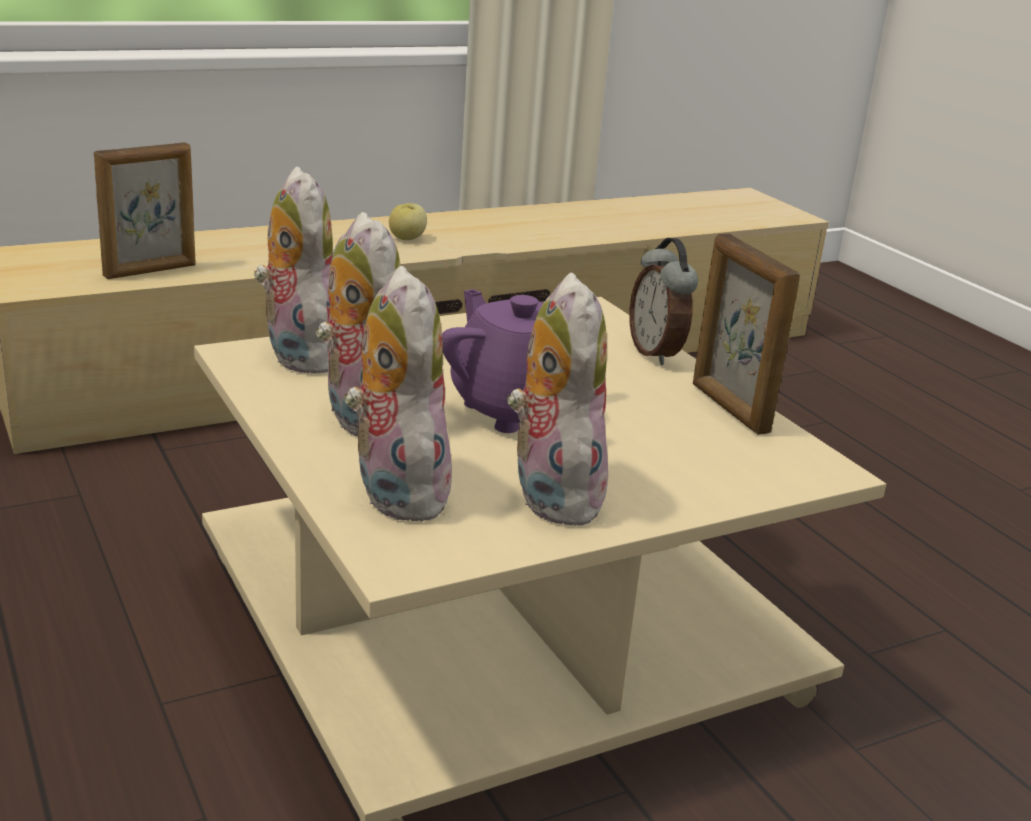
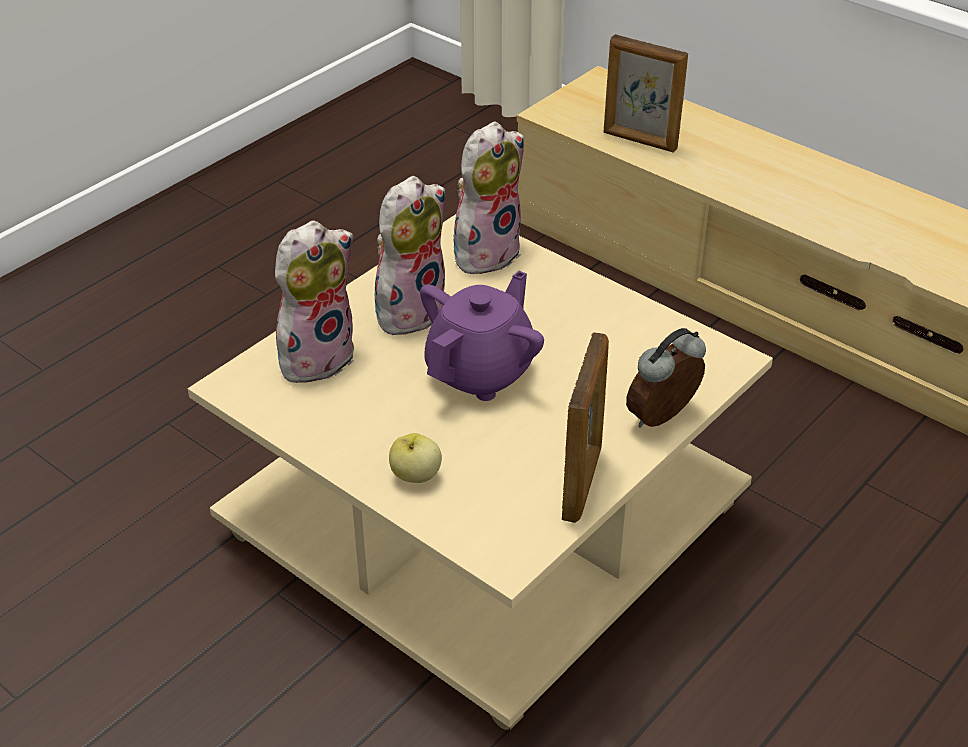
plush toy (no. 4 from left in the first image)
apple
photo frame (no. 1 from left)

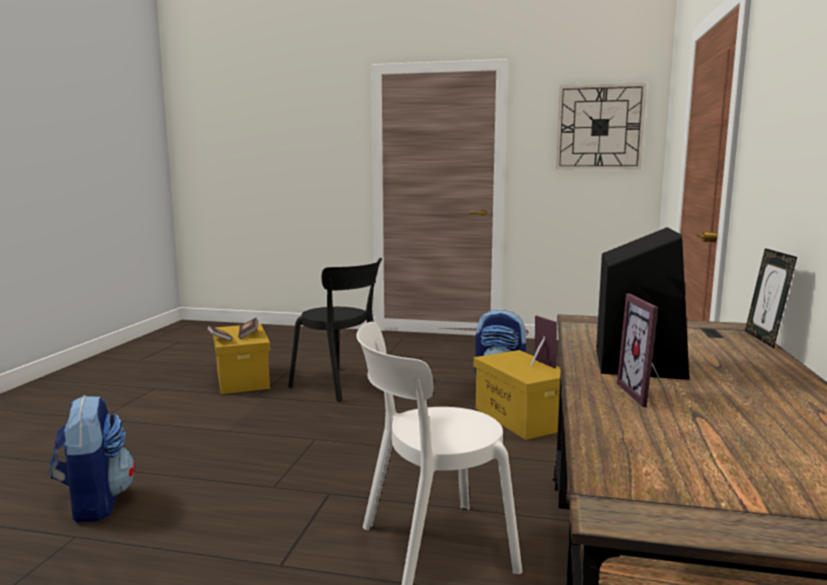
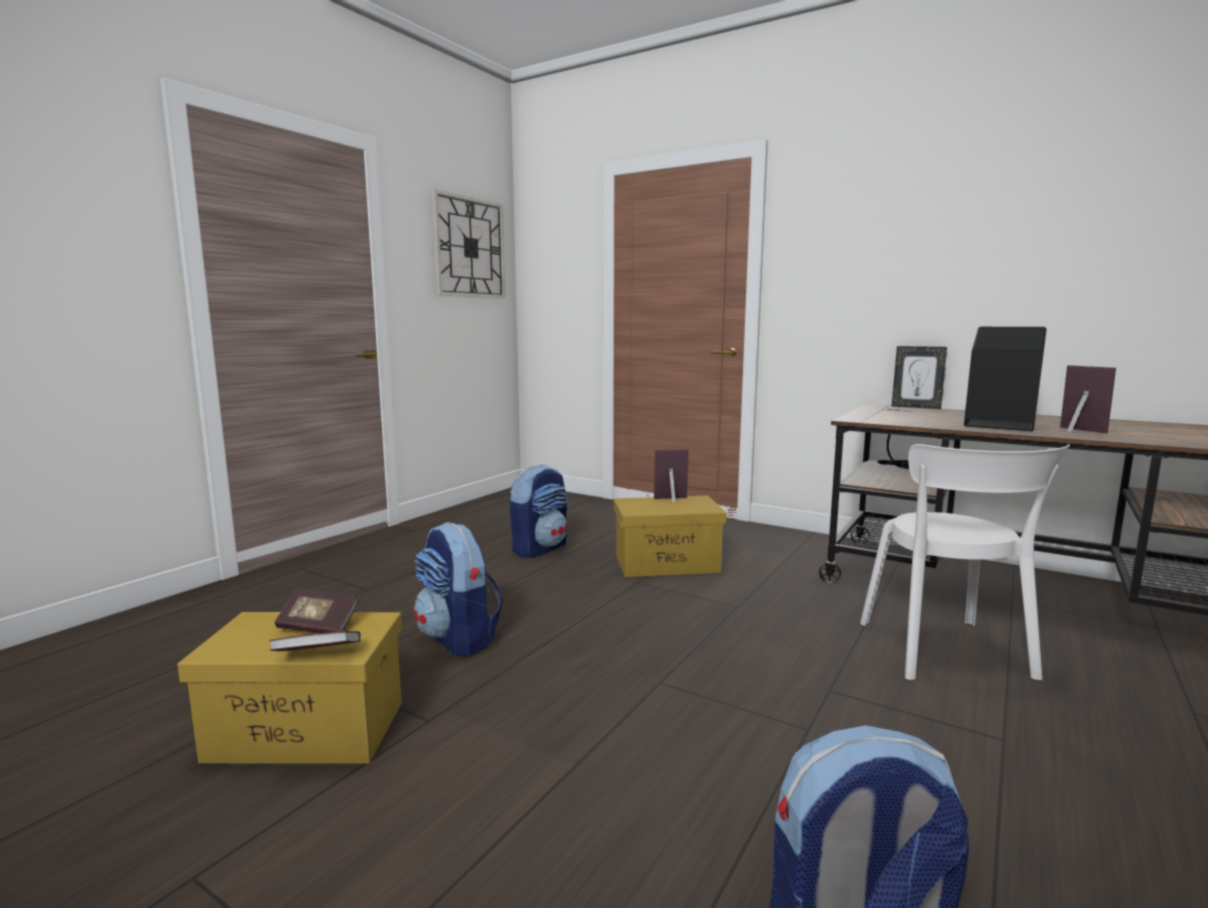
knapsack (no. 1 from left)
photo frame (no. 3 from left)

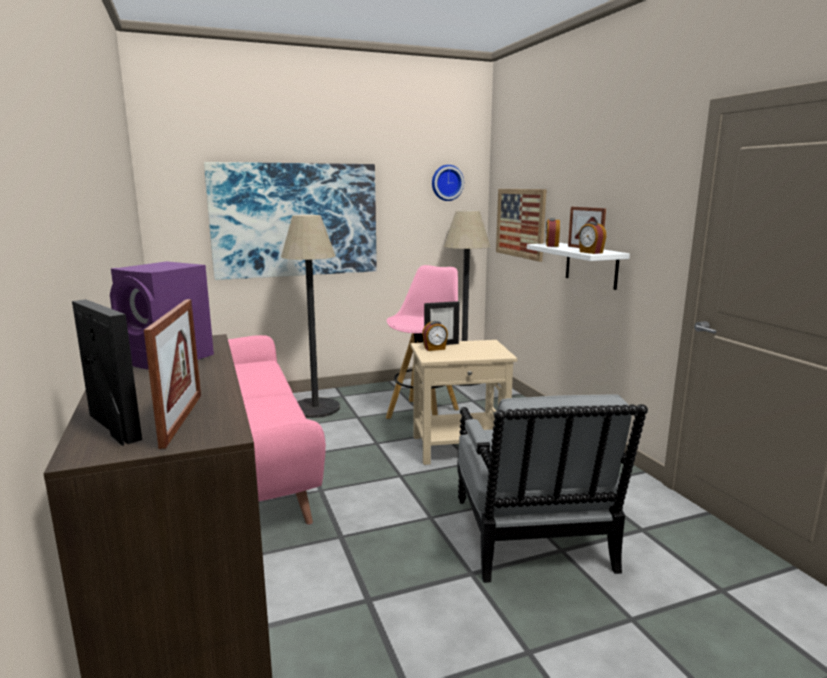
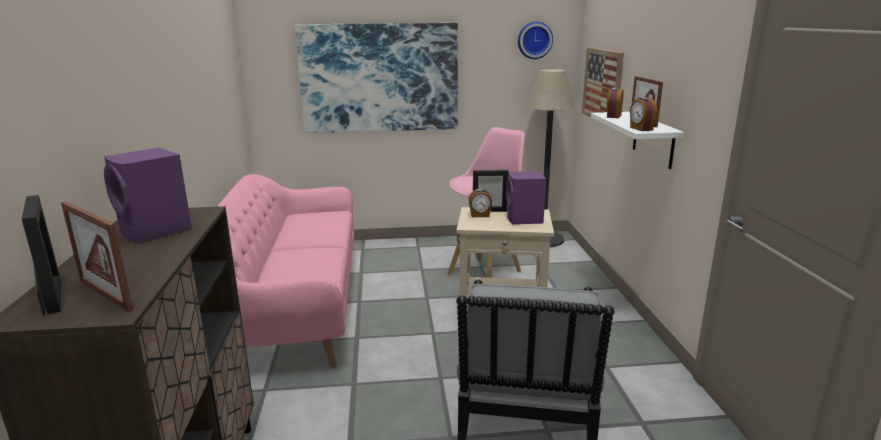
standard lamp (no. 1 from left in the first image)
purple-coloured loudspeaker (no. 2 from left)
photo frame (no. 2 from left)

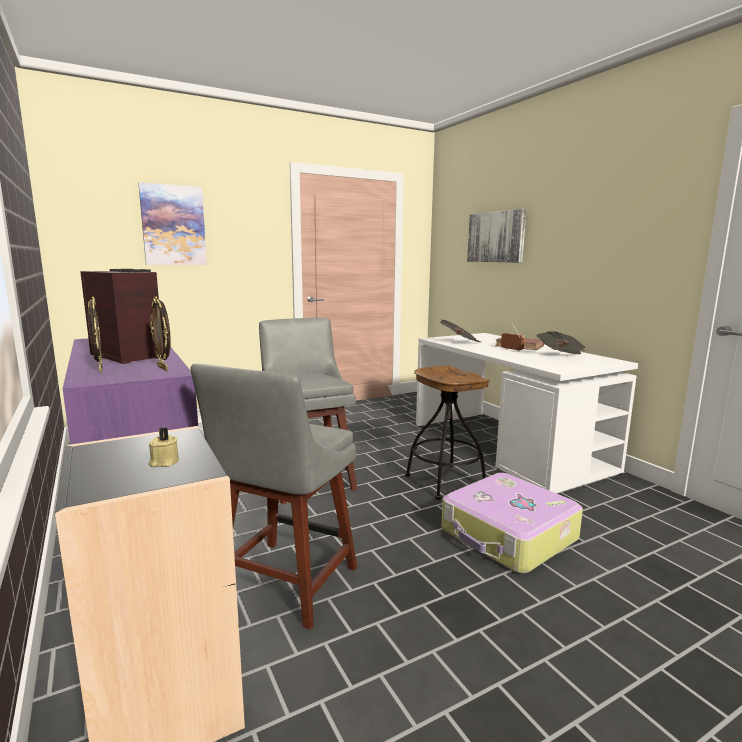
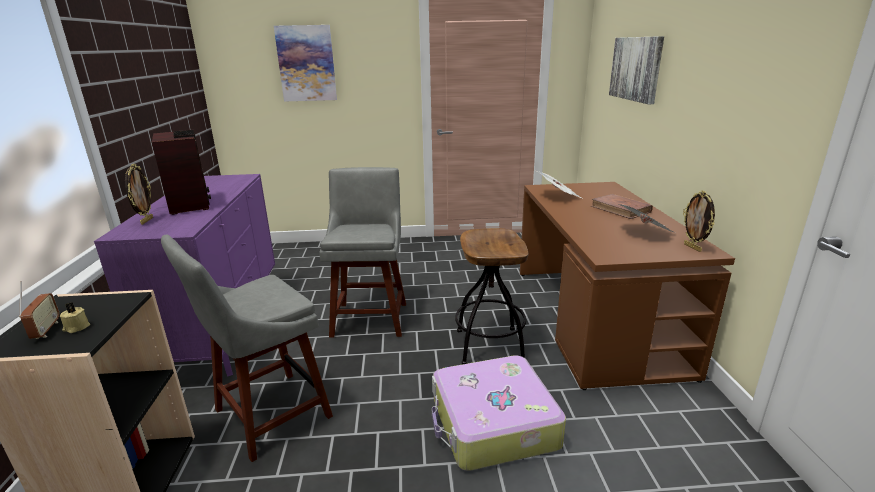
photo frame (no. 2 from left)
radio receiver (no. 1 from left)
brown desk

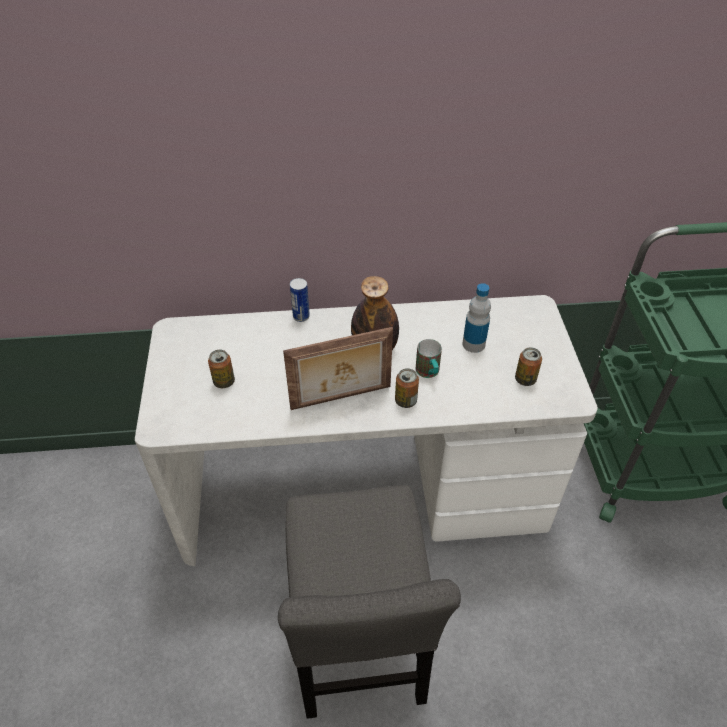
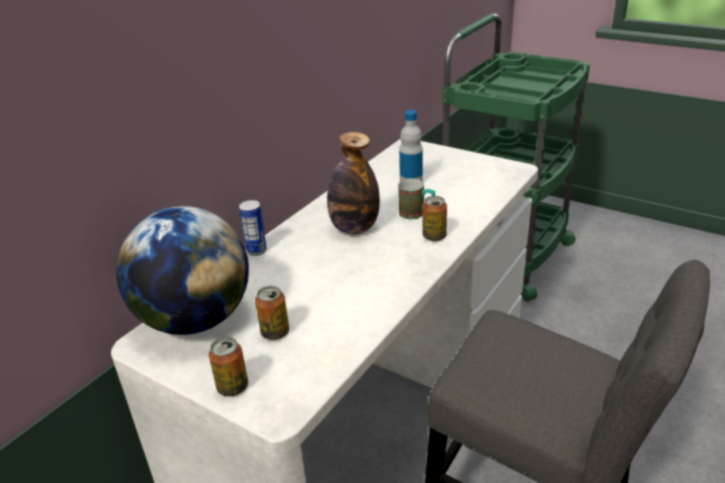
photo frame
world globe
sealed can (no. 1 from left)

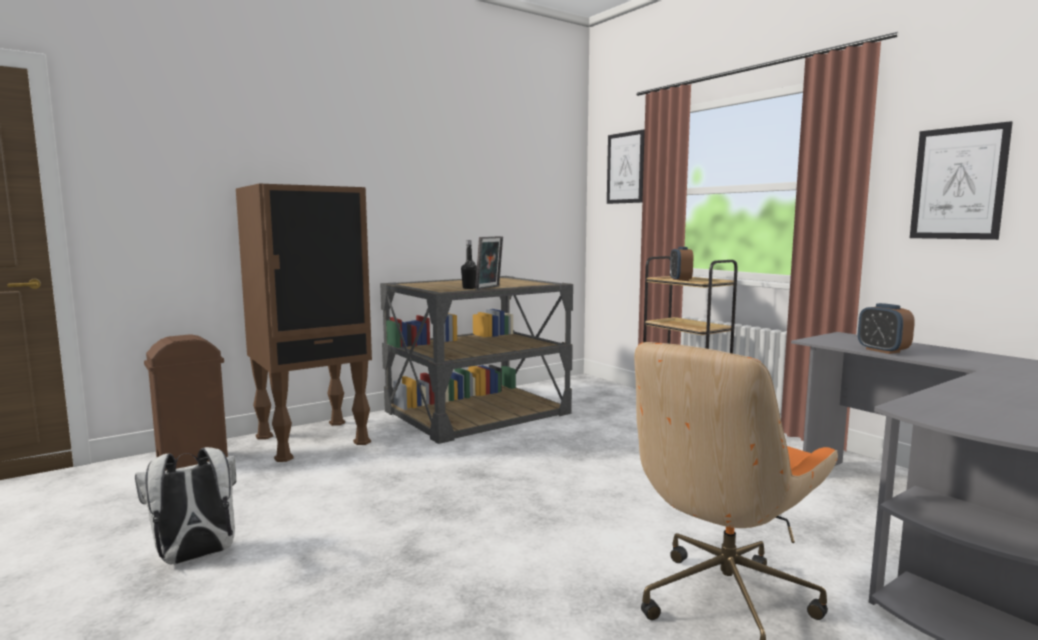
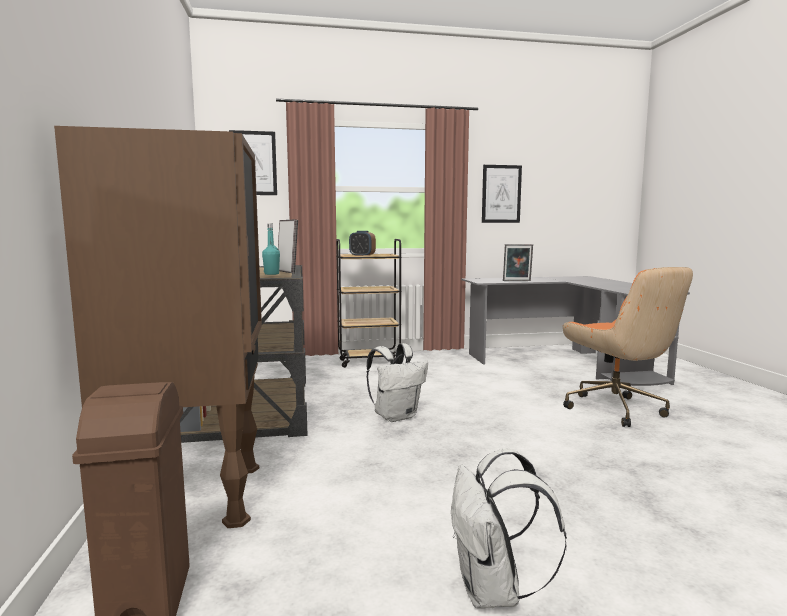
white knapsack (no. 1 from left)
photo frame (no. 2 from left)
turquoise beverage bottle

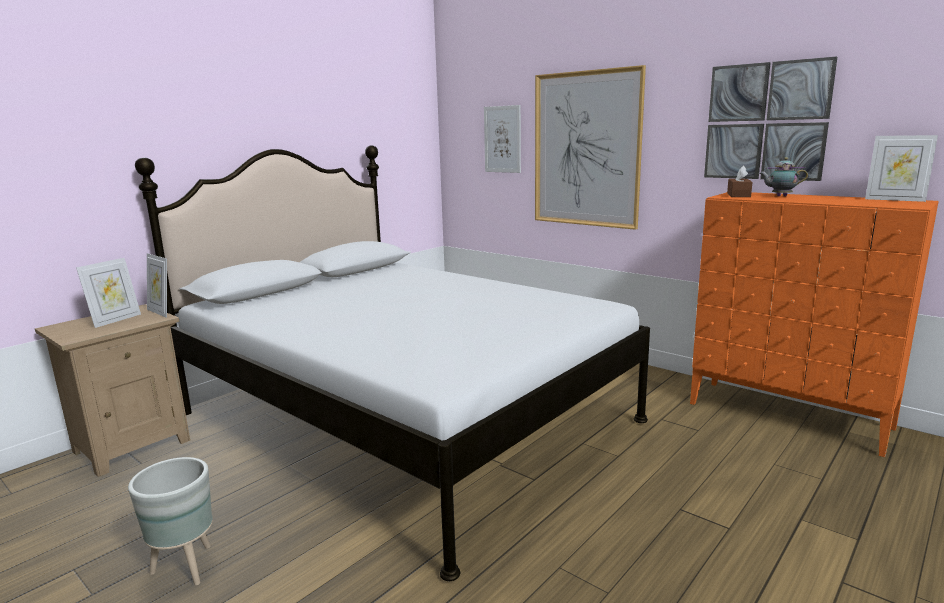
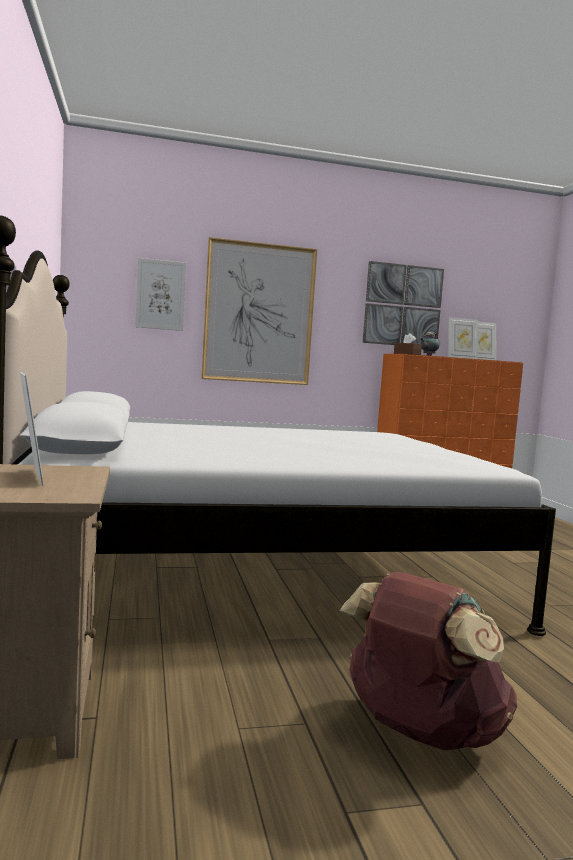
photo frame (no. 2 from left)
brown knapsack

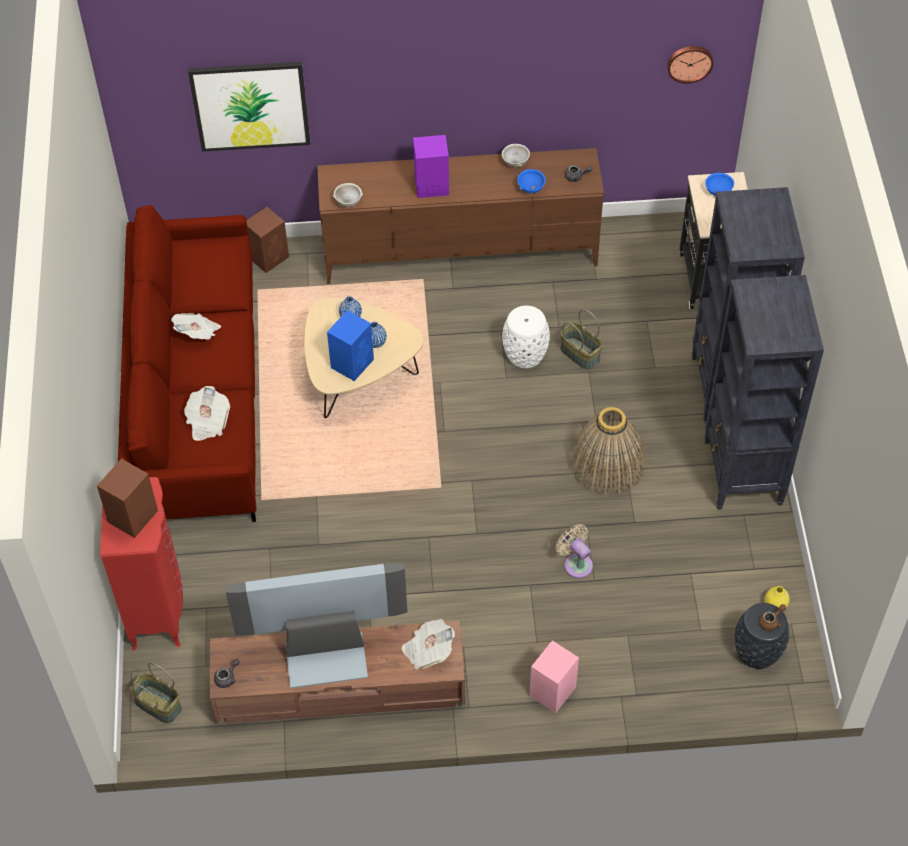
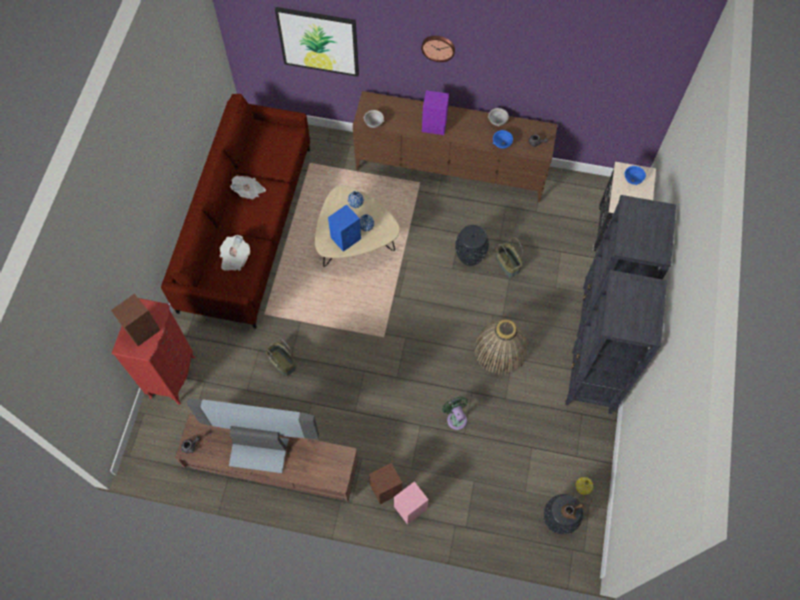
printed paper (no. 3 from left in the first image)
household basket (no. 1 from left)
brown loudspeaker (no. 2 from left)
wall clock
black-coloured sitting stool (no. 1 from left)
green cooling fan

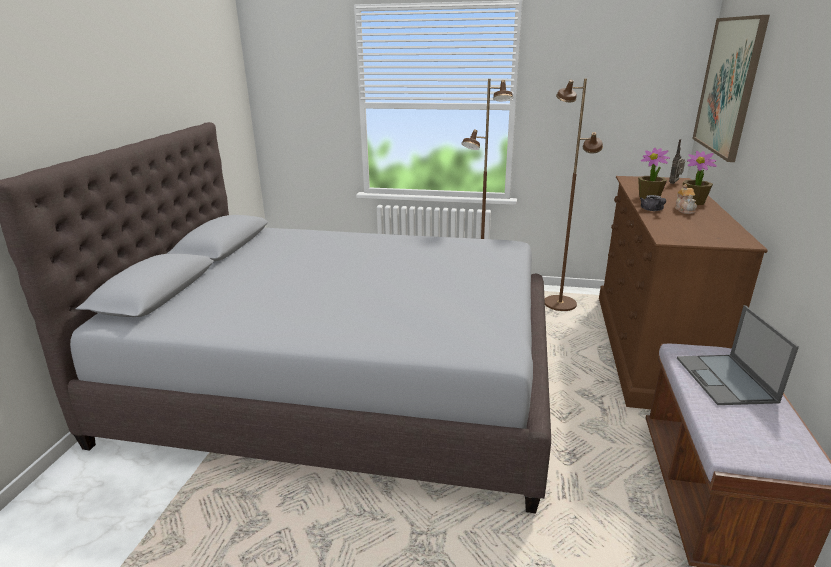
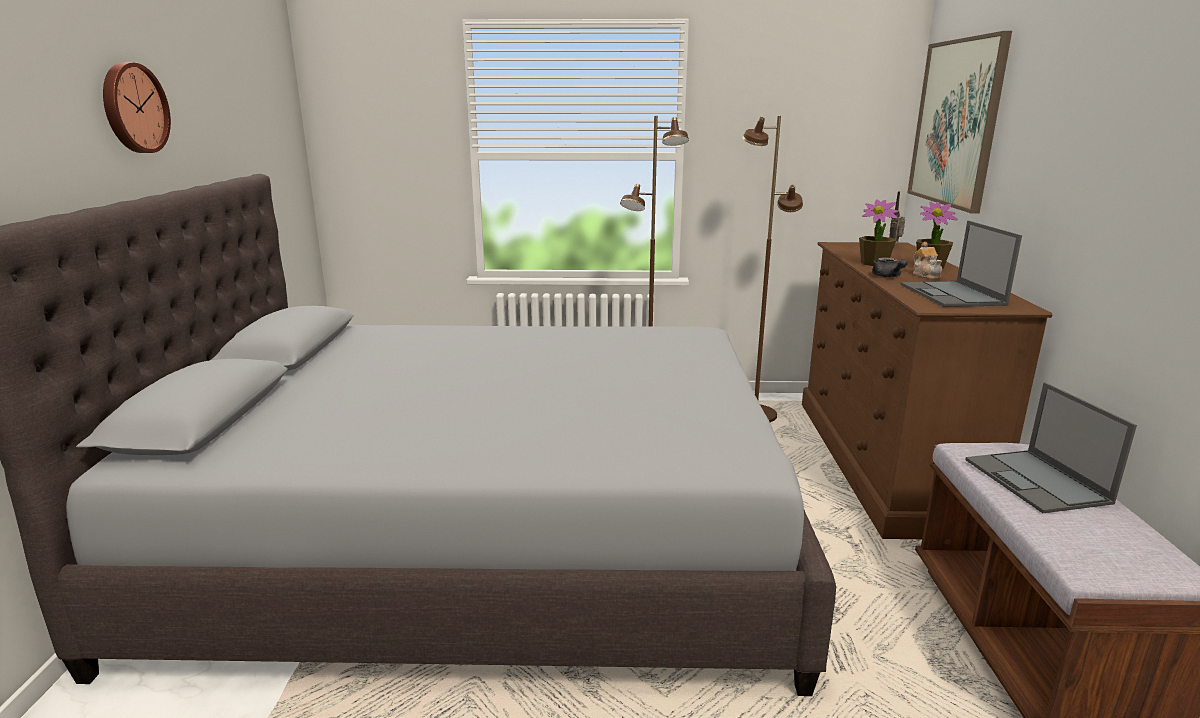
wall clock
laptop (no. 1 from left)

